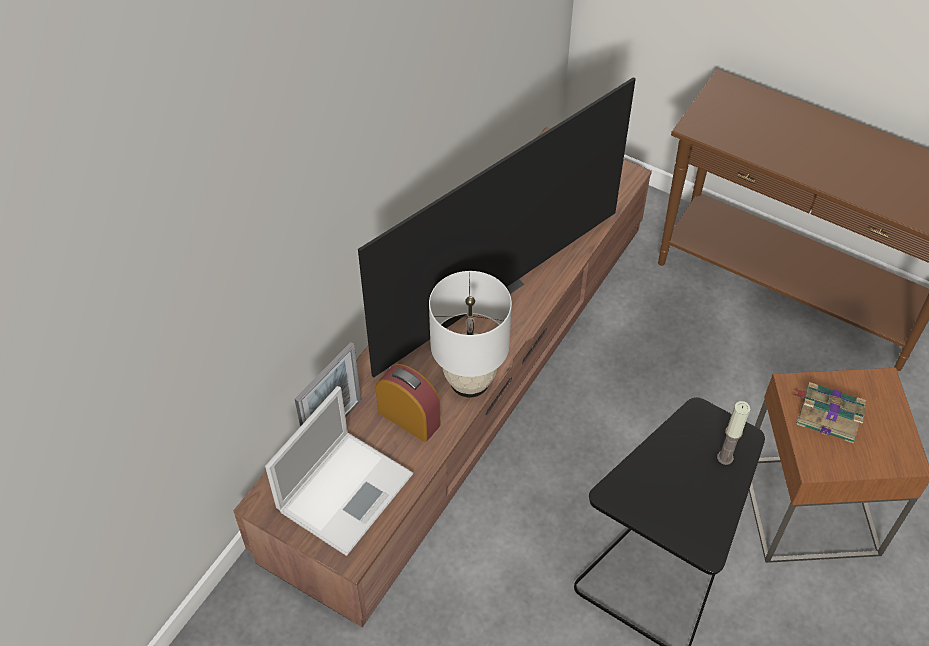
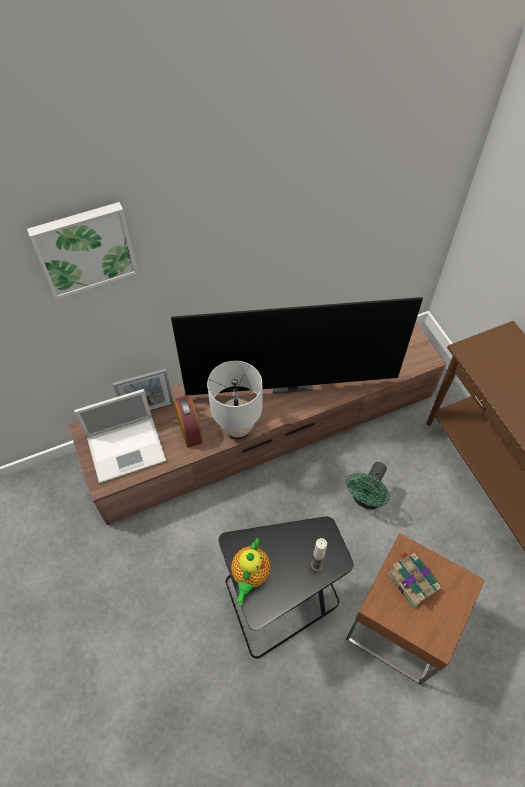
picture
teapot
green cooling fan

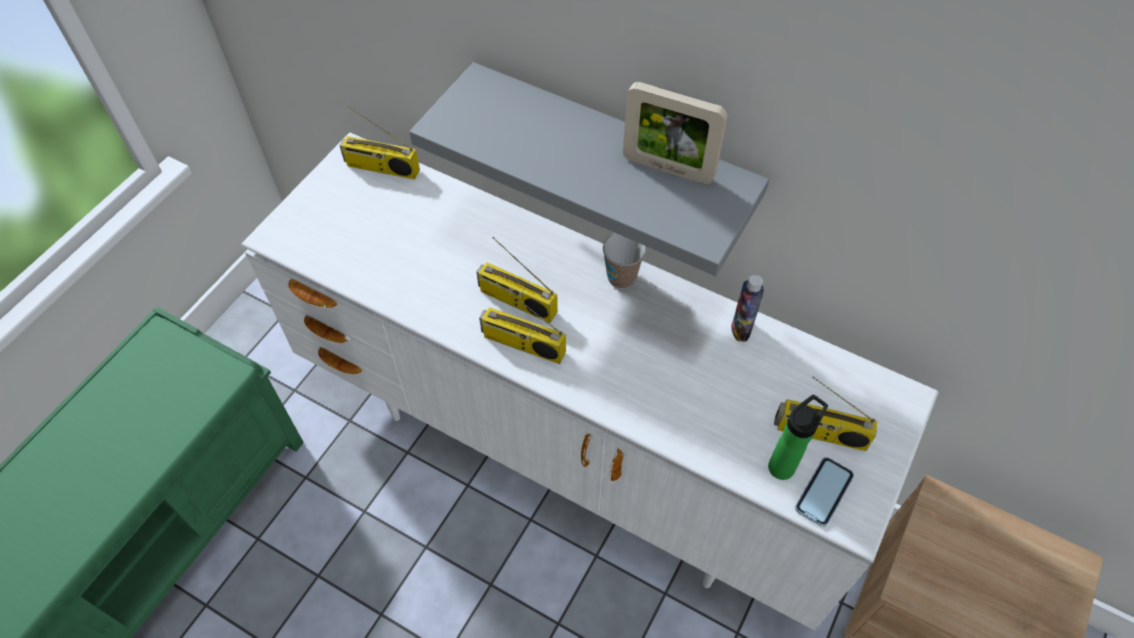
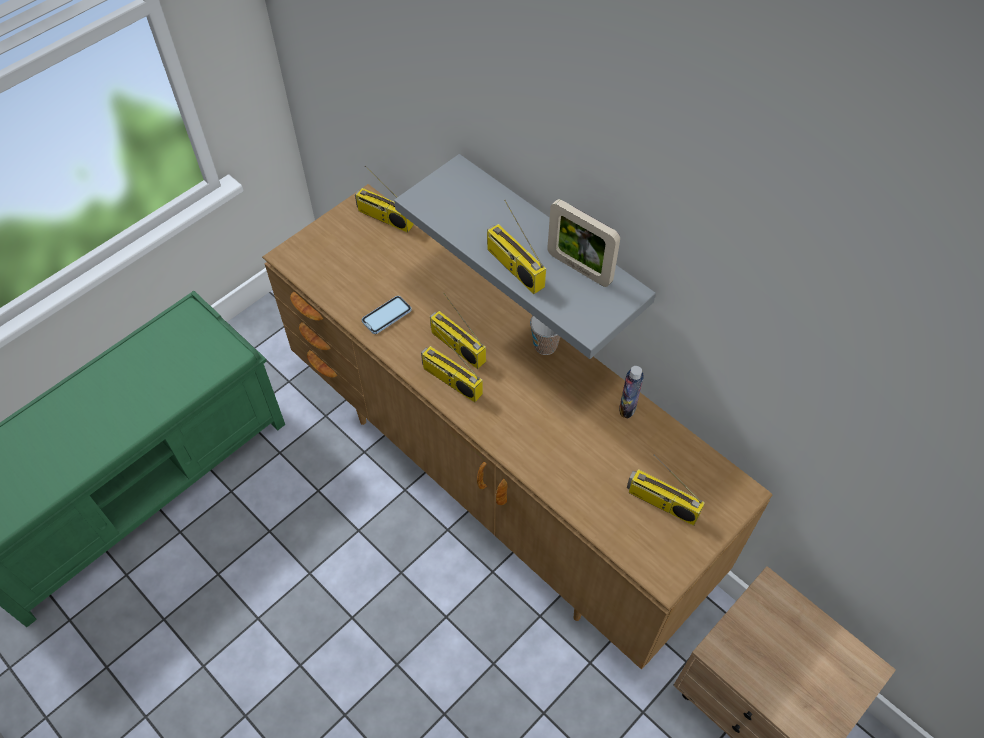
beverage bottle (no. 2 from left in the first image)
radio receiver (no. 4 from left)
phone
brown dresser

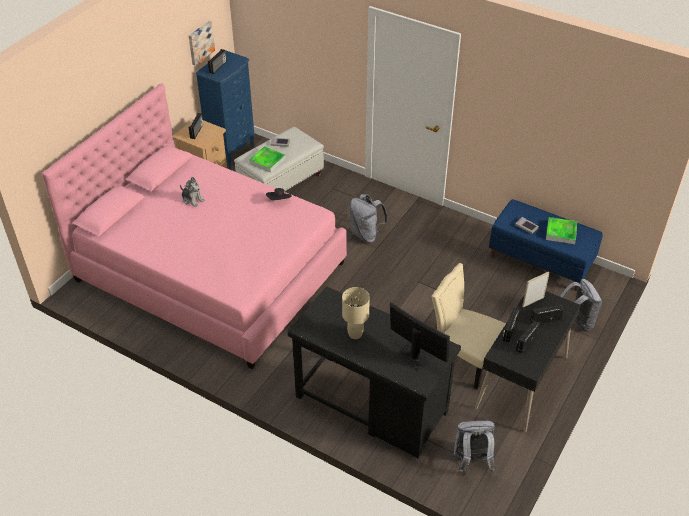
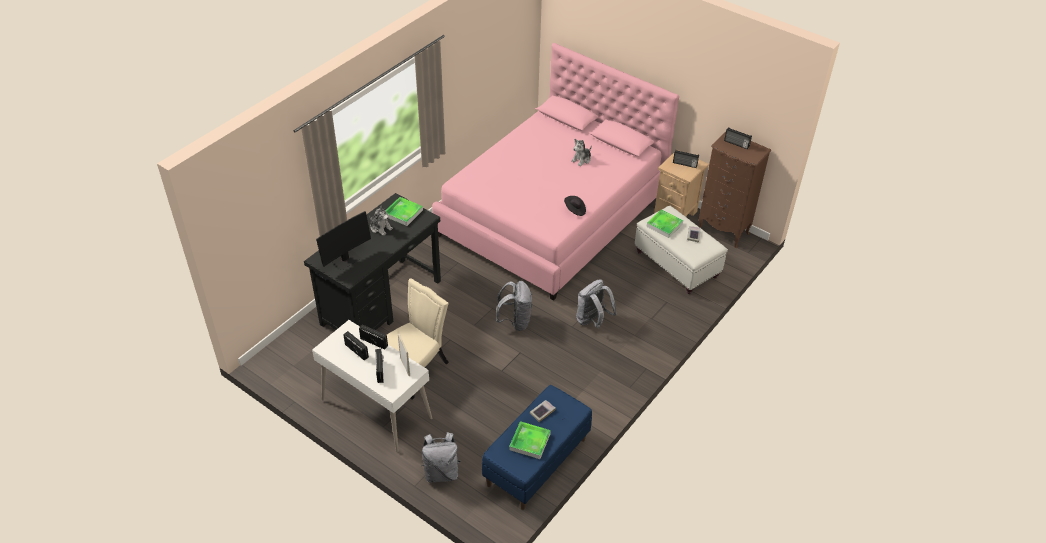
picture
tray (no. 1 from left)
gray knapsack (no. 2 from left)
plush toy (no. 1 from left)
brown dresser
white desk

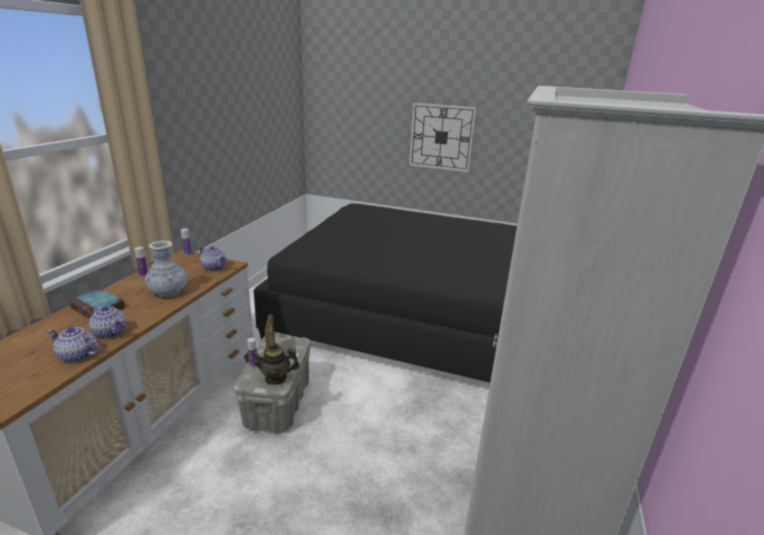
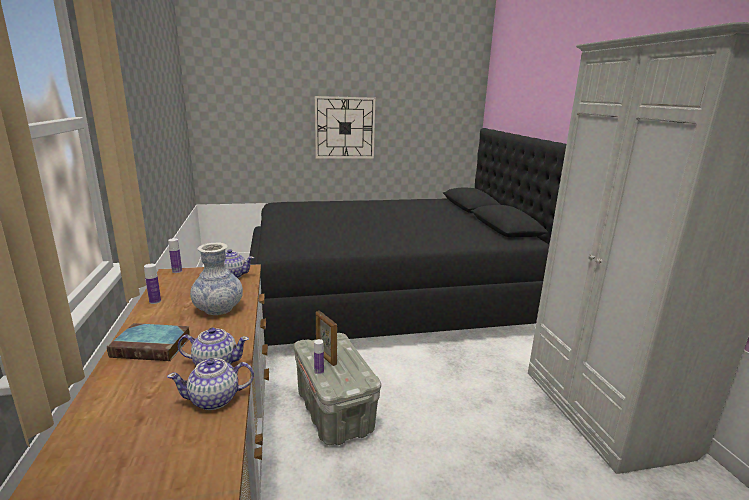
teapot (no. 4 from left in the first image)

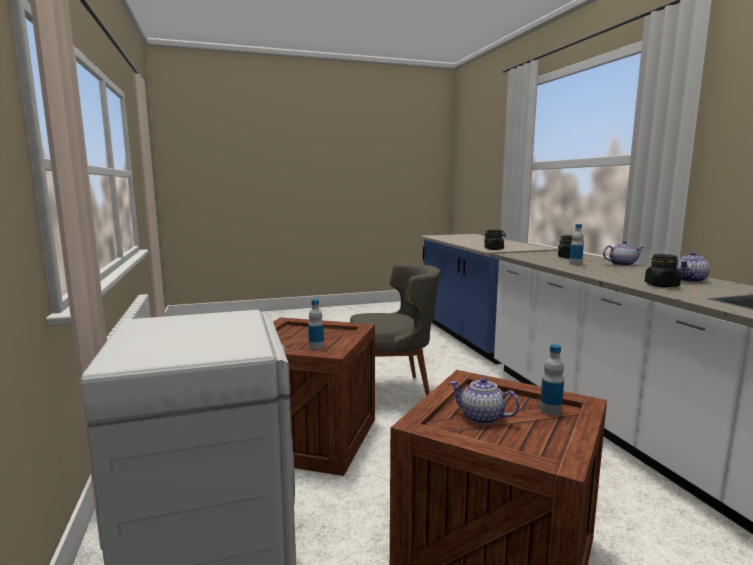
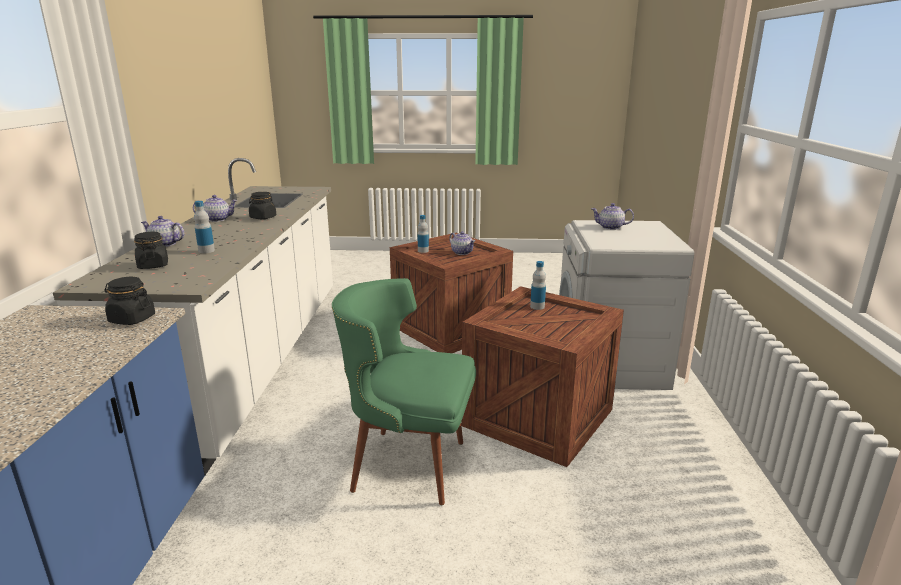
teapot (no. 4 from left)
green plain chair

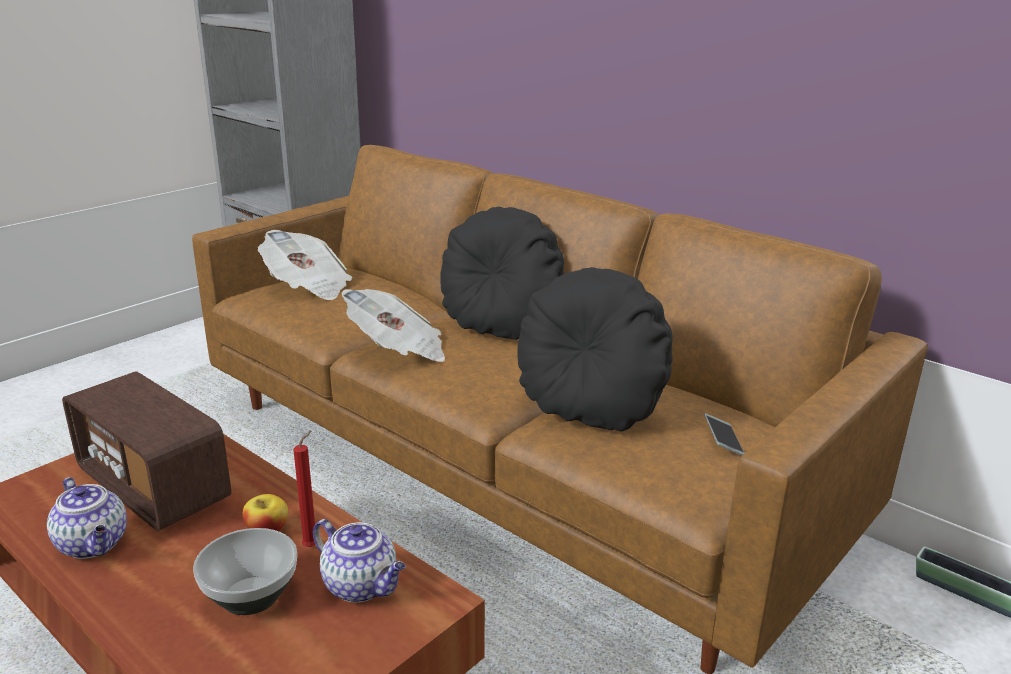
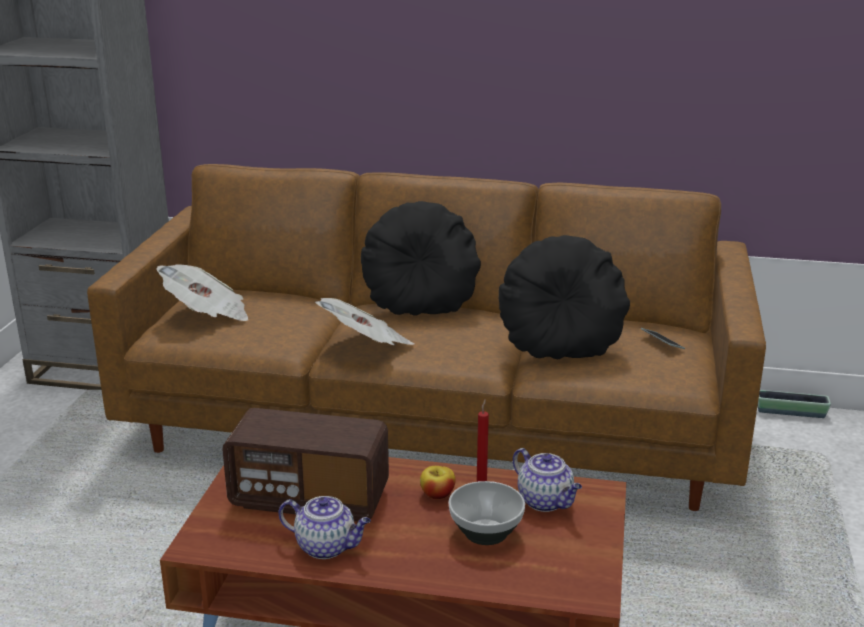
teapot (no. 2 from left)

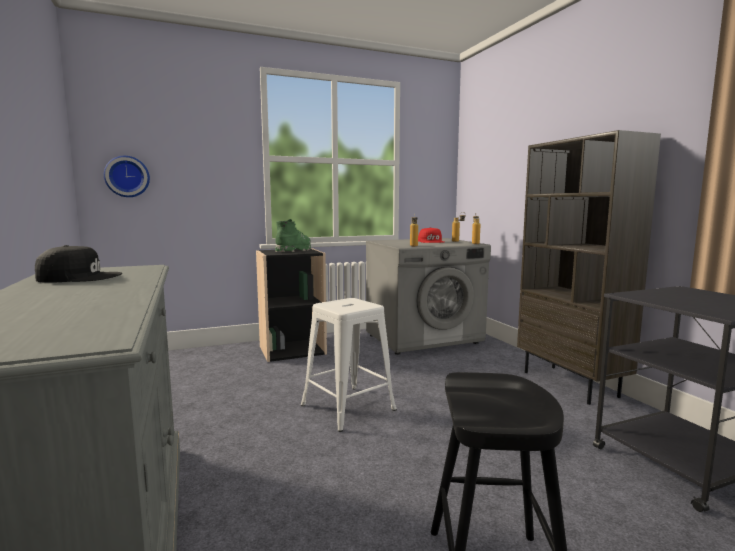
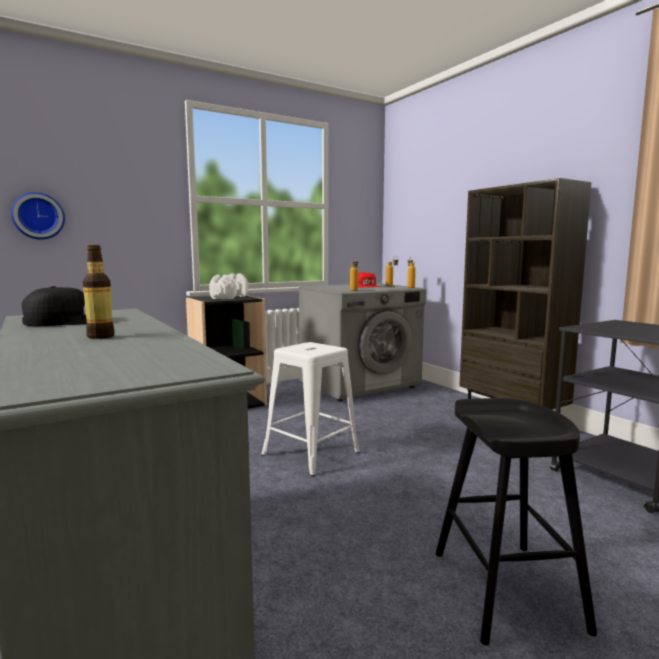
beverage bottle (no. 1 from left)
white dumbbell

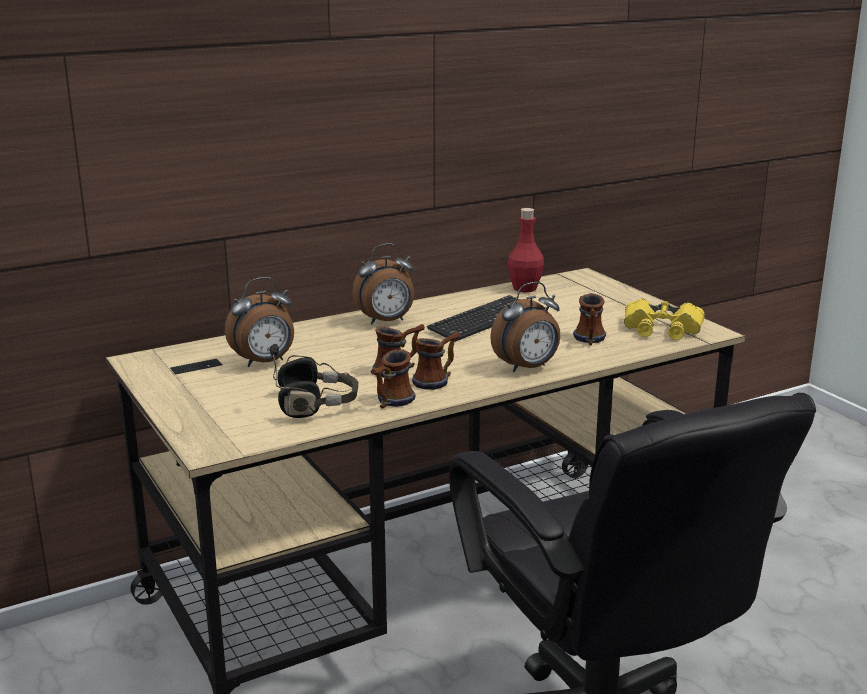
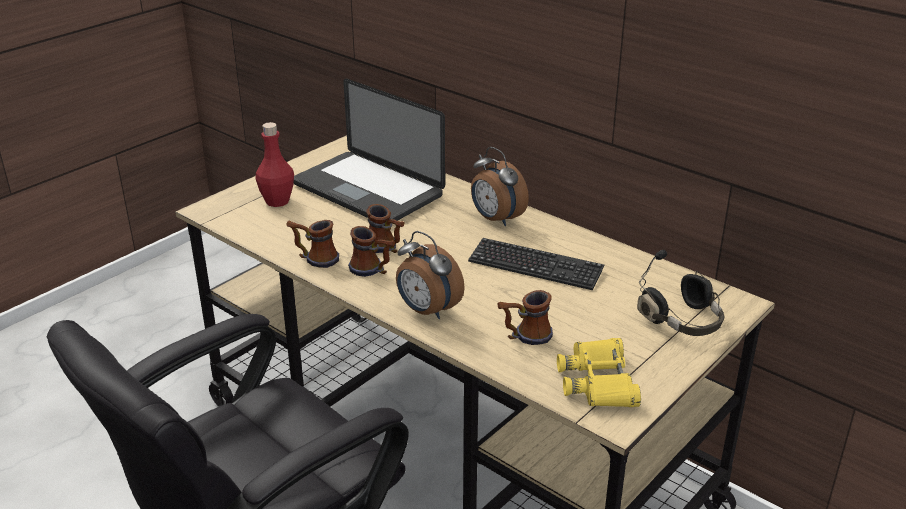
black-coloured headphones
reddish beverage bottle
laptop

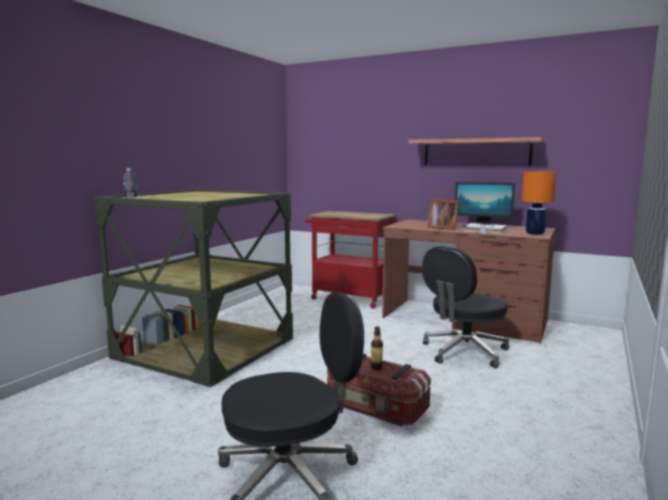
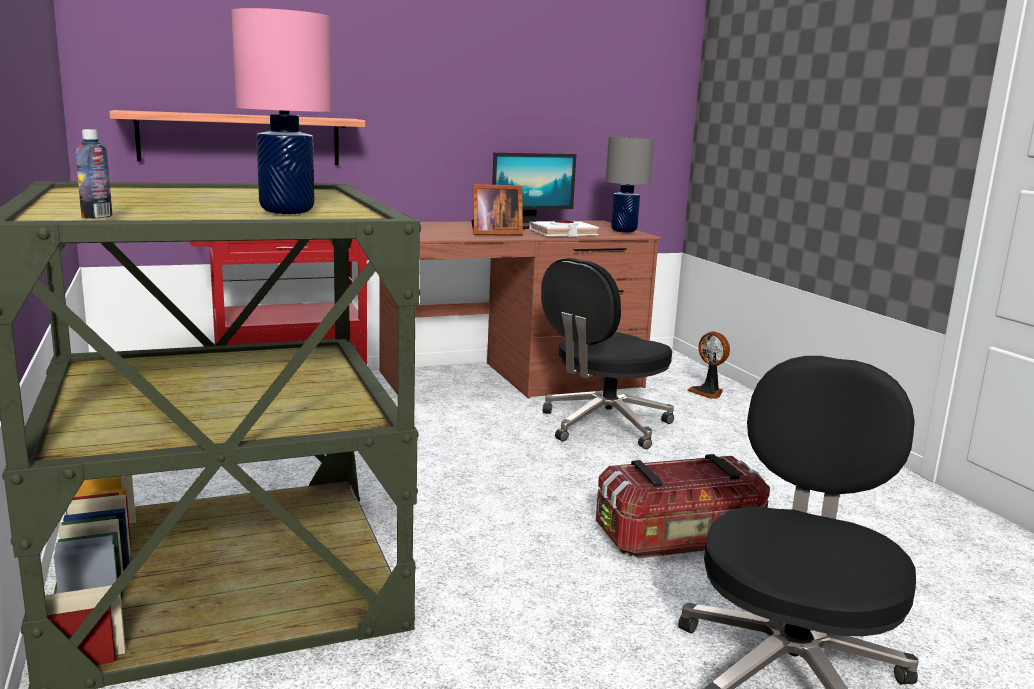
beverage bottle (no. 2 from left in the first image)
pinkish lamp for a table
cooling fan
wall shelf
gray lamp for a table
black-coloured office chair (no. 1 from left)

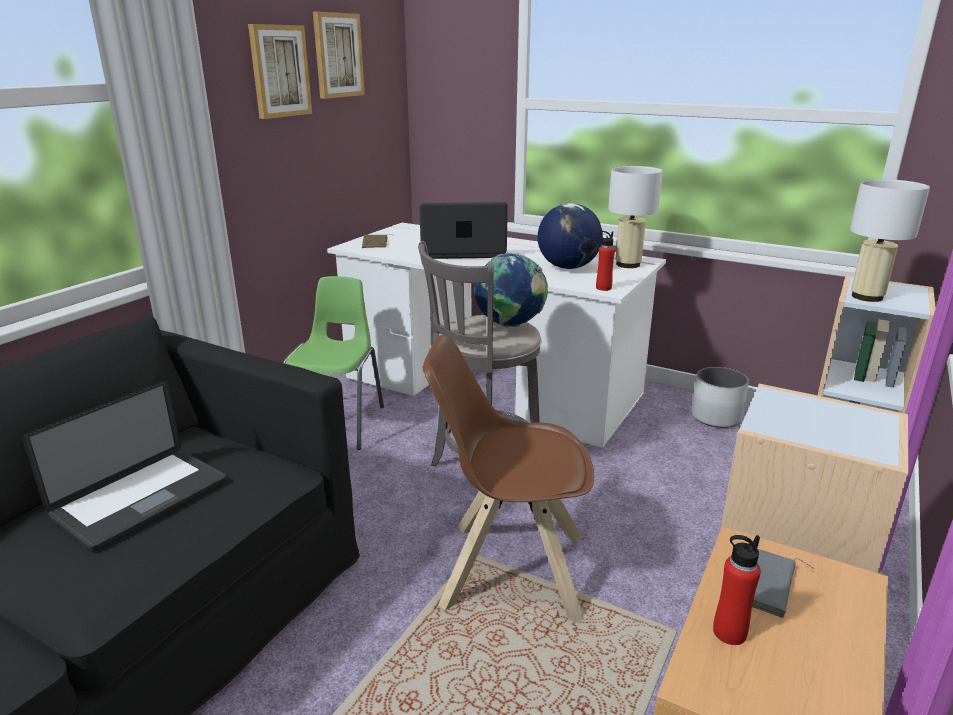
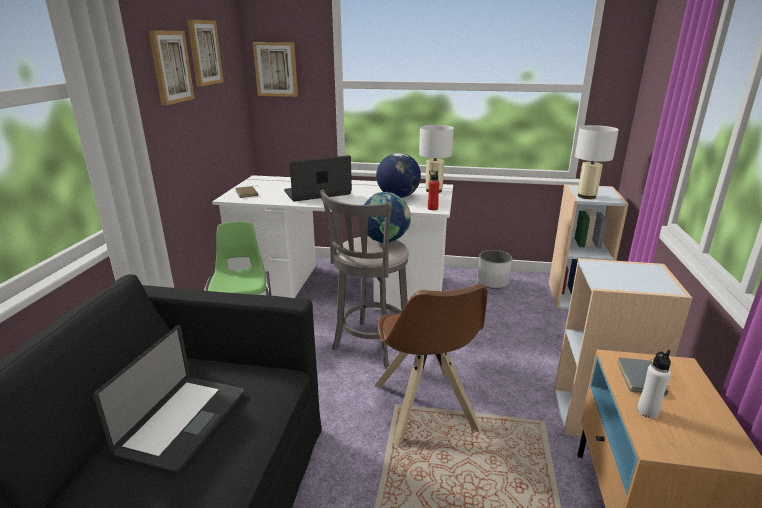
picture (no. 3 from left)
white beverage bottle
brown plain chair

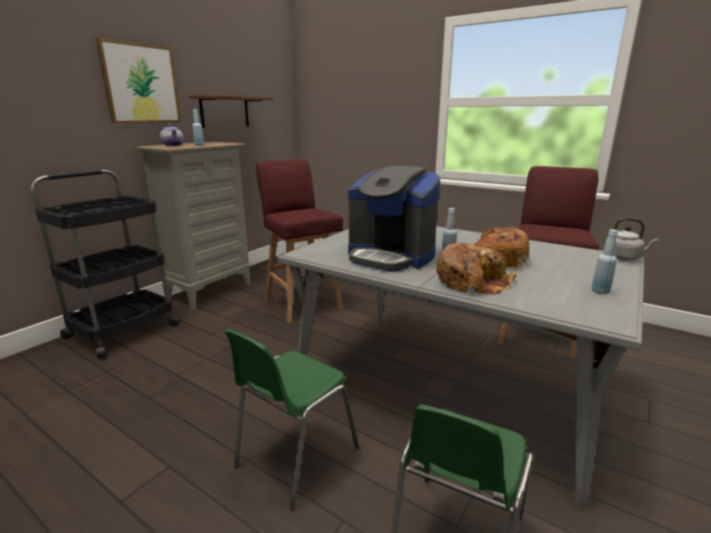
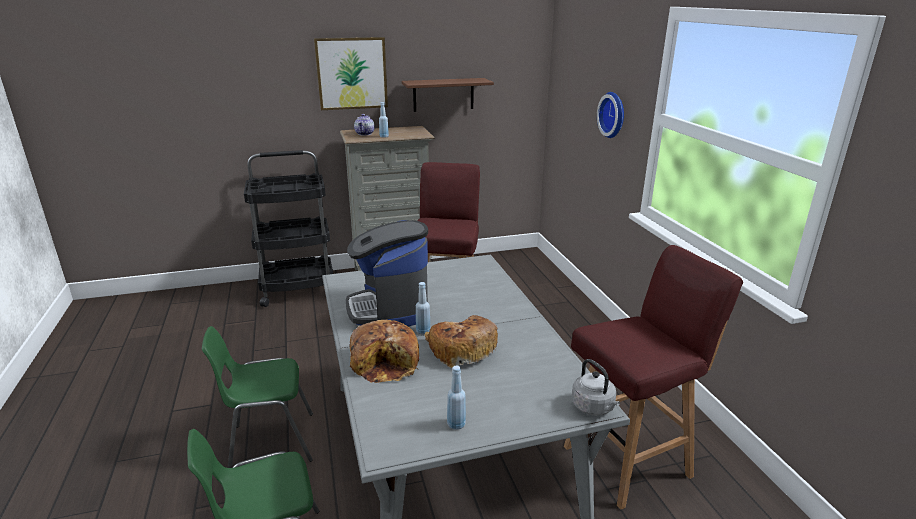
wall clock

